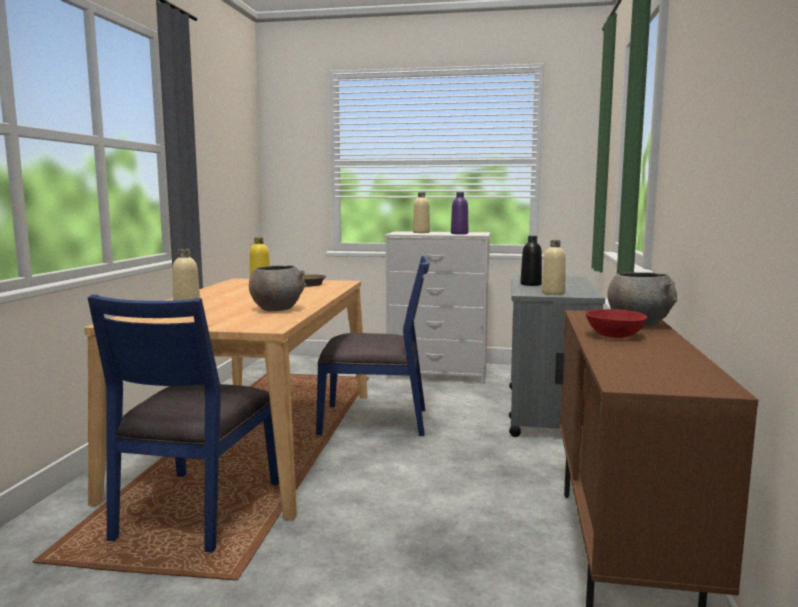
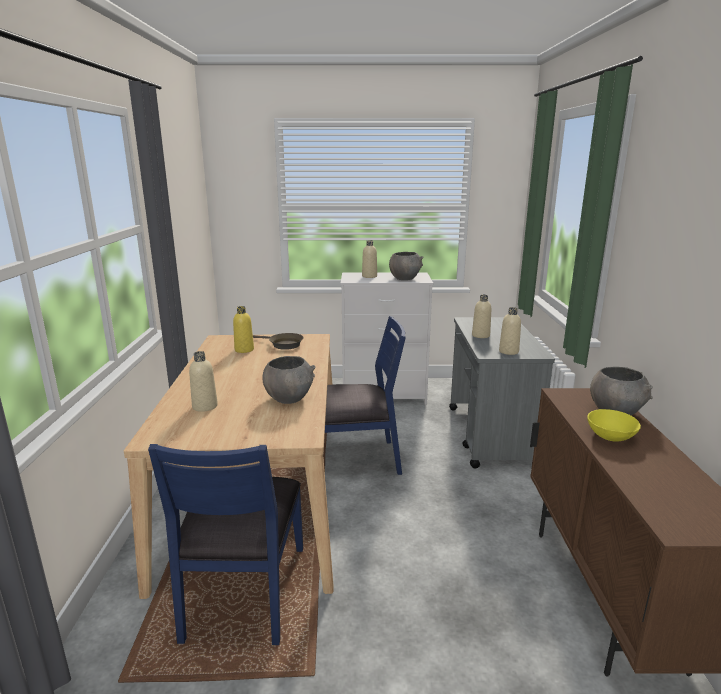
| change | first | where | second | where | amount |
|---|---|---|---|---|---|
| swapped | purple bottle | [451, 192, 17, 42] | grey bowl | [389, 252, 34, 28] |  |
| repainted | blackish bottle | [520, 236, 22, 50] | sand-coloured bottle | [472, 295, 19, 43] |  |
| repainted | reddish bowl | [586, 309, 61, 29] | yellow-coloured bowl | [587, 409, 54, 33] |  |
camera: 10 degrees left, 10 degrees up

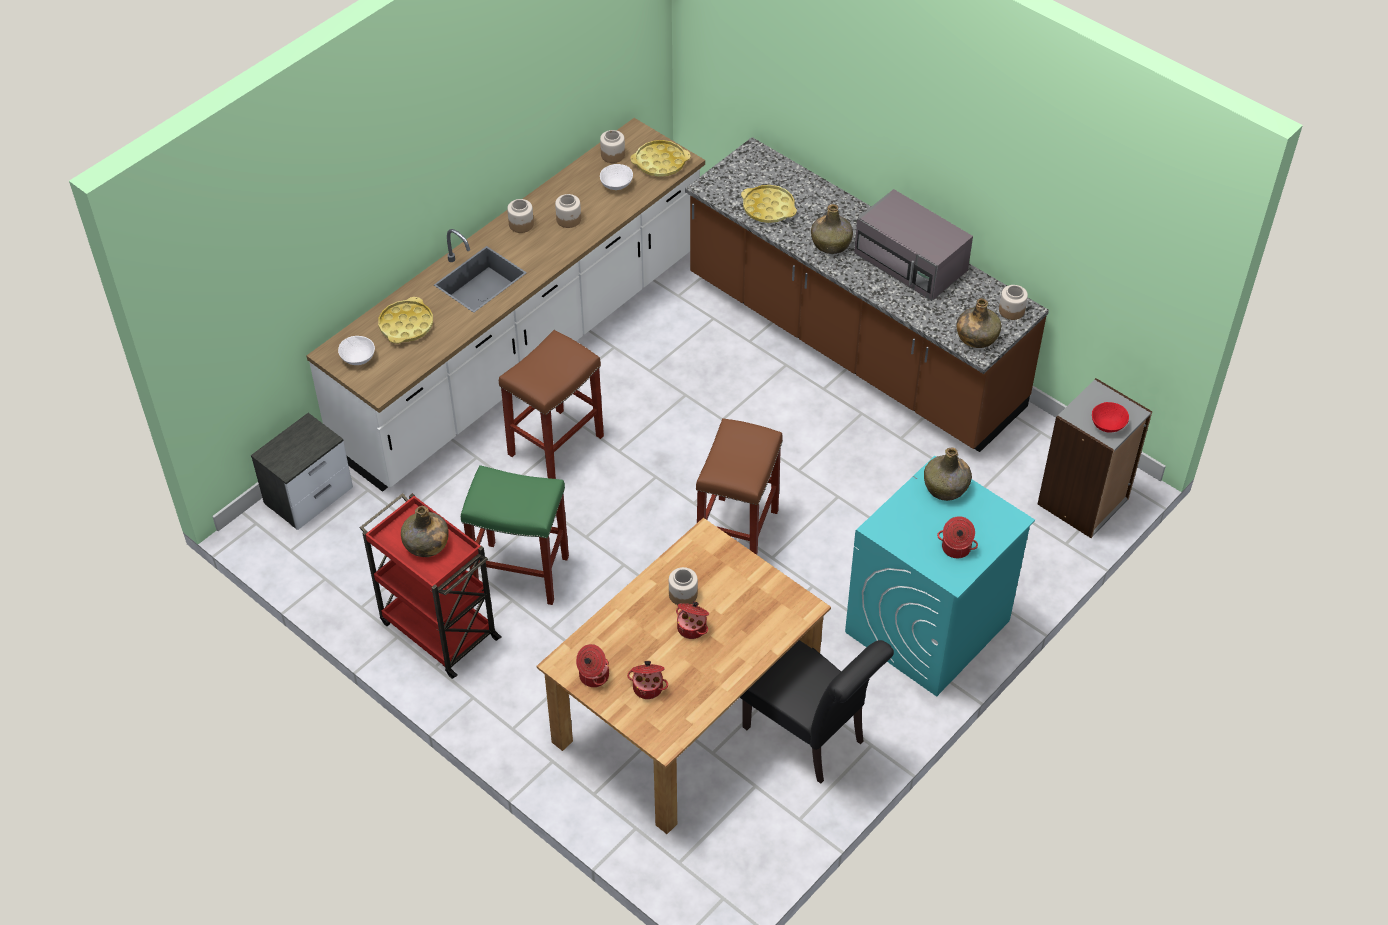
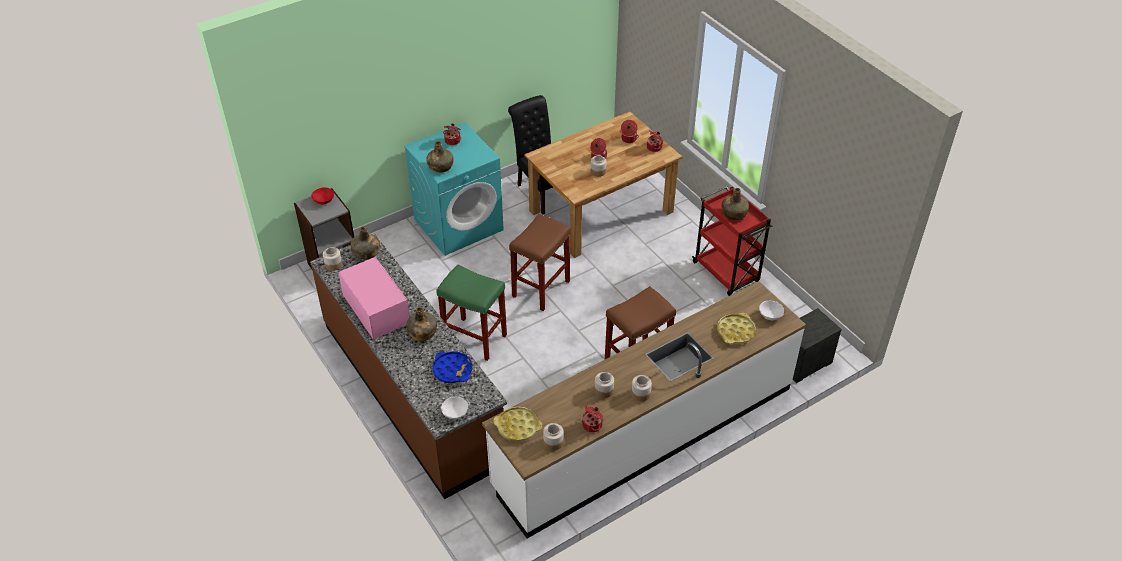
| change | first | where | second | where | amount |
|---|---|---|---|---|---|
| new |  |  | cooking pot | [582, 406, 22, 26] |  |
| shifted | green-coloured stool seat | [461, 465, 108, 140] |  | [436, 265, 71, 96] |  |
| shifted | white bowl | [600, 164, 33, 26] |  | [441, 397, 27, 23] |  |
| repainted | yellow-coloured tray | [741, 185, 56, 38] | blue tray | [433, 351, 39, 32] |  |
| repainted | grey microwave | [854, 189, 119, 112] | pinkish microwave | [338, 257, 72, 83] |  |
camera: 165 degrees left, 5 degrees down

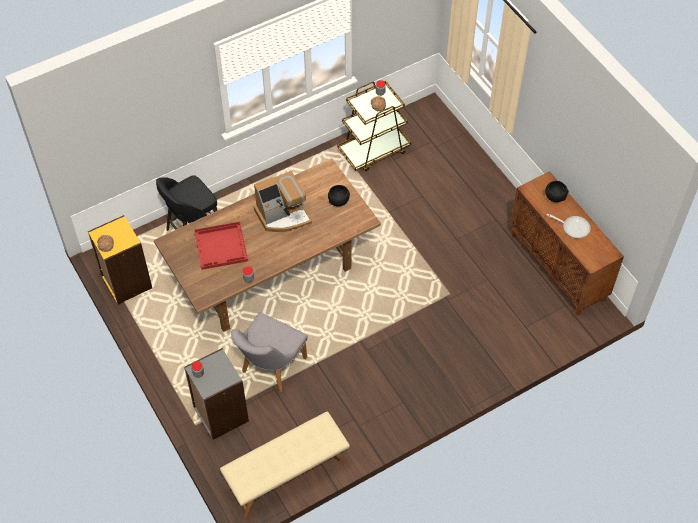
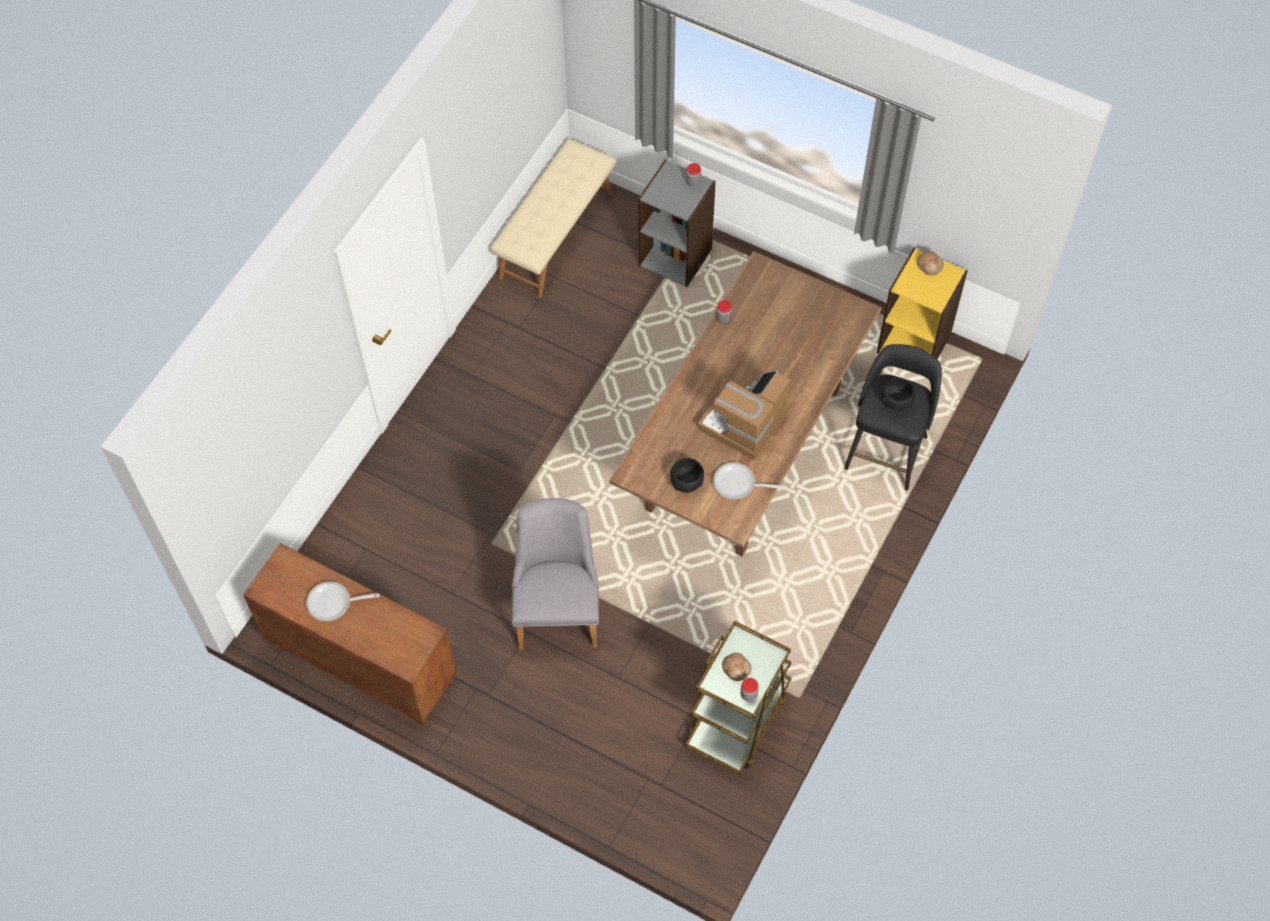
| change | first | where | second | where | amount |
|---|---|---|---|---|---|
| gone | reddish tray | [194, 221, 54, 49] |  |  |  |
| new |  |  | frying pan | [713, 462, 71, 37] |  |
| shifted | grey chair | [231, 312, 77, 80] |  | [512, 498, 87, 152] |  |
| shifted | blackish bowl | [545, 181, 24, 21] |  | [880, 378, 36, 32] |  |
camera: 150 degrees right, 5 degrees up

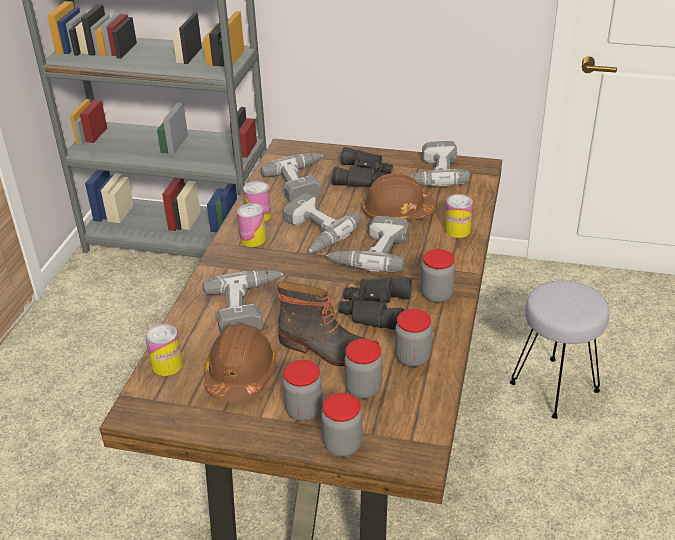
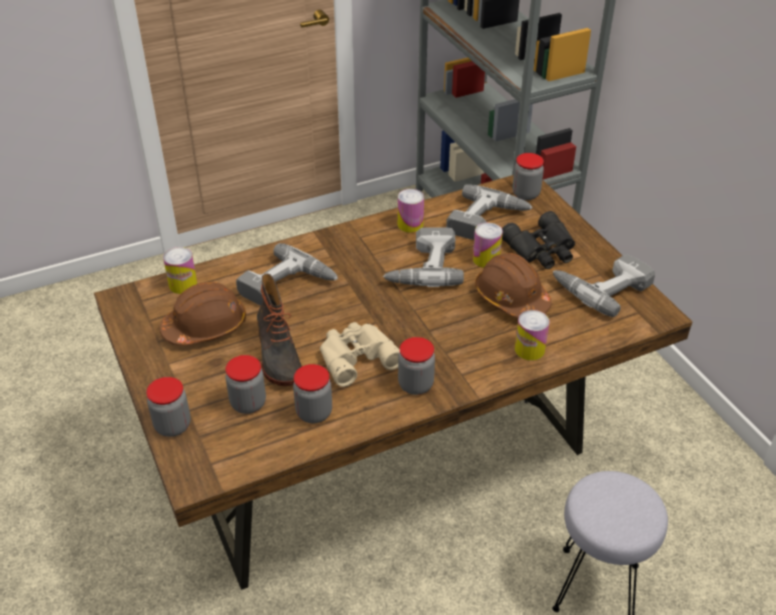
| change | first | where | second | where | amount |
|---|---|---|---|---|---|
| gone | electric drill | [326, 216, 83, 56] |  |  |  |
| shifted | metal can | [237, 203, 29, 44] |  | [473, 223, 30, 45] |  |
| shifted | jar | [283, 360, 40, 61] |  | [513, 153, 31, 47] |  |
| repainted | blackish field glasses | [339, 278, 73, 52] | sand-coloured field glasses | [320, 322, 80, 65] |  |
camera: 50 degrees right, 5 degrees up

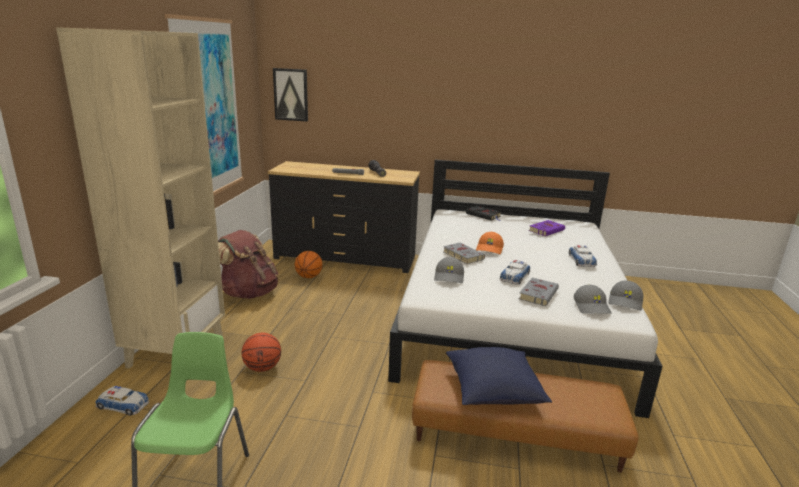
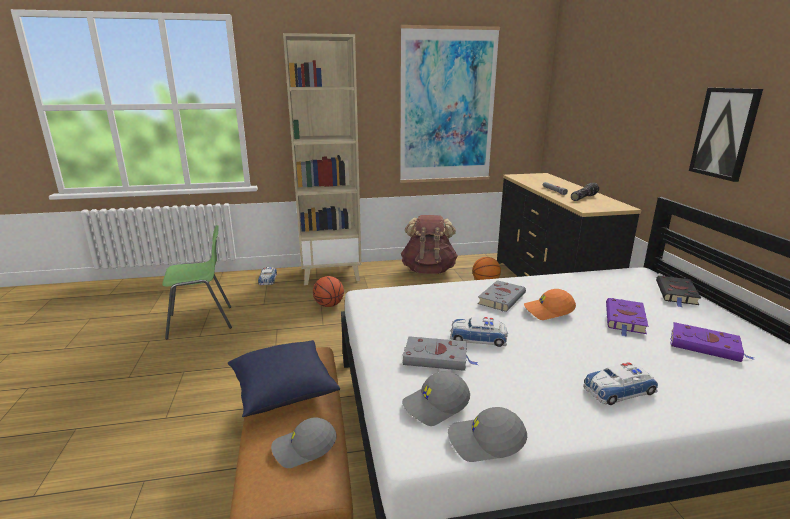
| change | first | where | second | where | amount |
|---|---|---|---|---|---|
| new |  |  | purple volume | [606, 298, 42, 39] |  |
| shifted | wall picture | [273, 68, 35, 53] |  | [689, 88, 74, 94] |  |
| shifted | grey cap | [434, 257, 30, 26] |  | [271, 417, 66, 51] |  |
camera: 70 degrees right, 0 degrees up

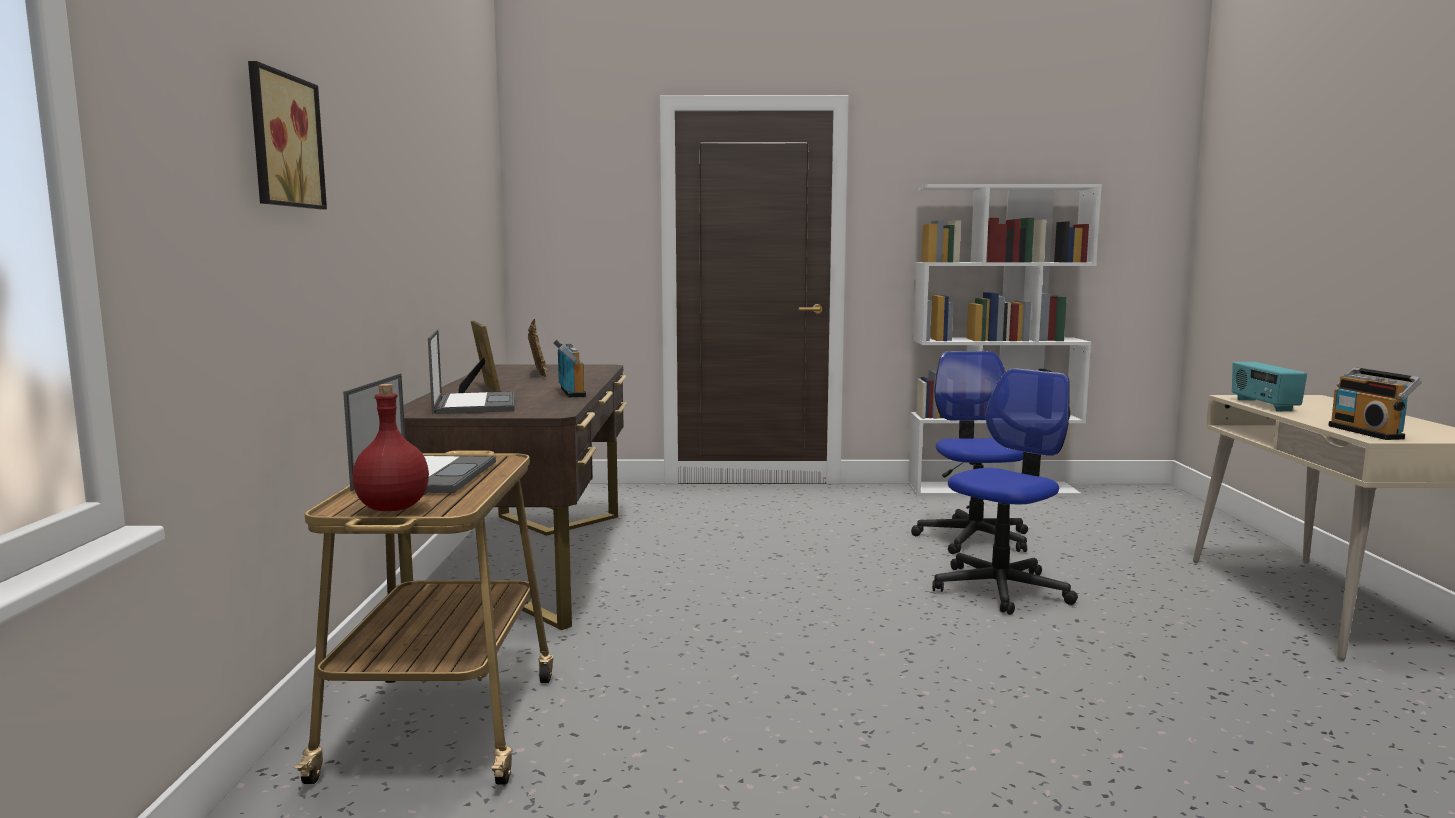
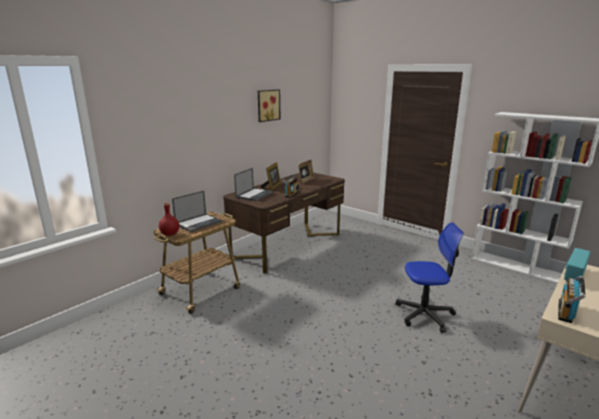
| change | first | where | second | where | amount |
|---|---|---|---|---|---|
| gone | office chair | [911, 351, 117, 203] |  |  |  |
| shifted | wall picture | [248, 61, 79, 148] |  | [258, 89, 23, 33] |  |
camera: 40 degrees right, 10 degrees up

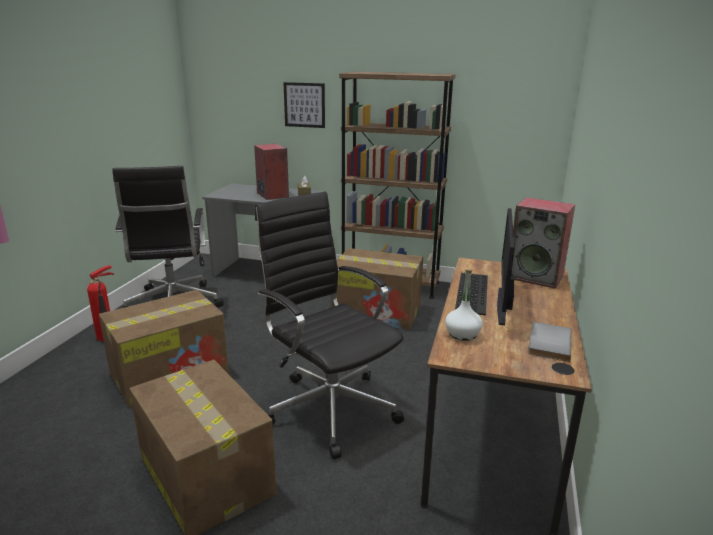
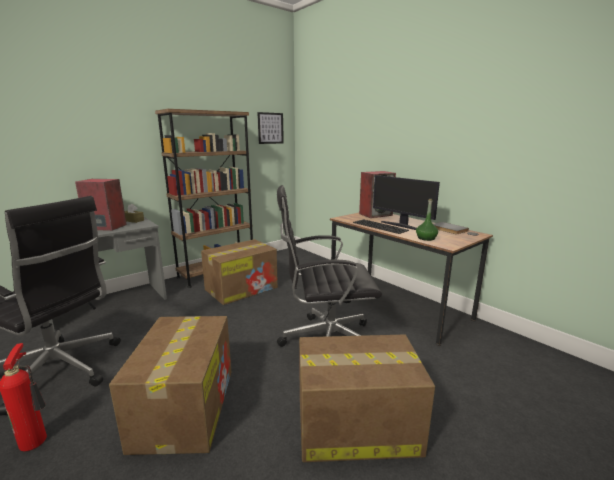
| change | first | where | second | where | amount |
|---|---|---|---|---|---|
| shifted | wall picture | [283, 82, 42, 46] |  | [257, 112, 27, 32] |  |
| repainted | white bottle | [445, 269, 38, 72] | green-coloured bottle | [416, 199, 22, 42] |  |
camera: 55 degrees left, 5 degrees down

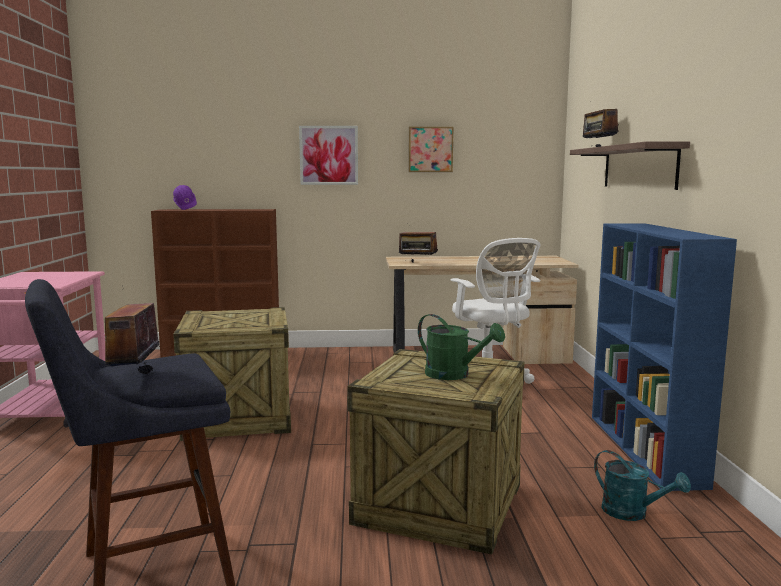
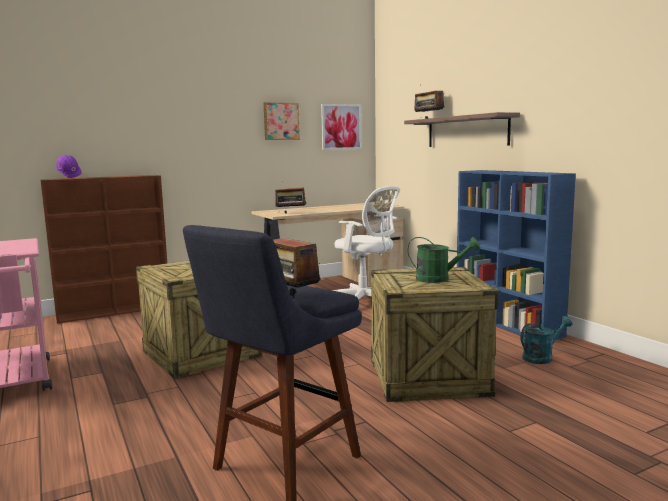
| change | first | where | second | where | amount |
|---|---|---|---|---|---|
| shifted | wall picture | [299, 126, 59, 59] |  | [321, 104, 41, 46] |  |
| rotated | turquoise-coloured watering pot | [594, 450, 97, 71] |  | [520, 316, 52, 48] | 45 degrees counterclockwise |
camera: 25 degrees left, 0 degrees up

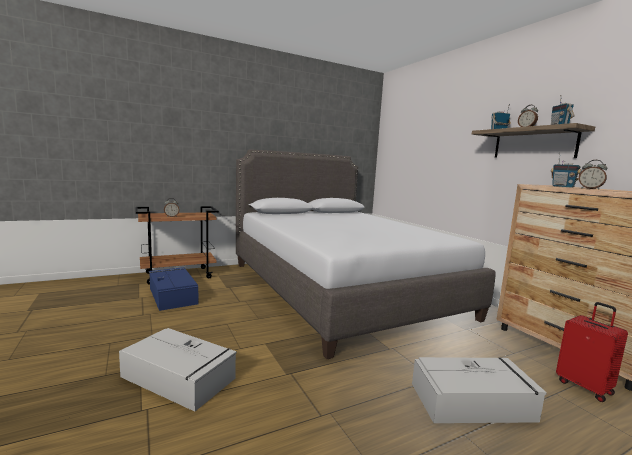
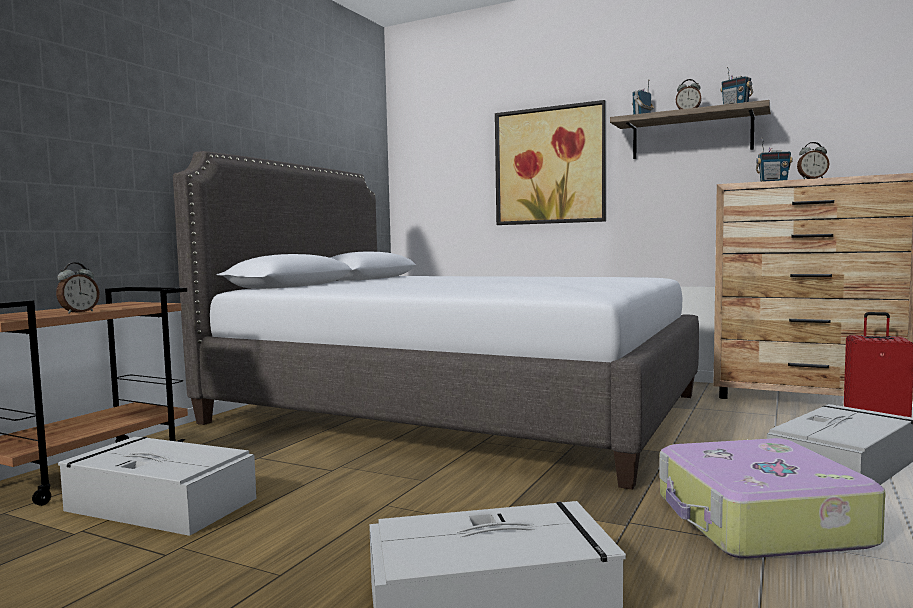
| change | first | where | second | where | amount |
|---|---|---|---|---|---|
| new |  |  | wall picture | [495, 100, 111, 125] |  |
| new |  |  | piece of luggage | [659, 438, 226, 121] |  |
| repainted | blue storage container | [149, 267, 49, 44] | grey storage container | [58, 436, 199, 100] |  |
camera: 35 degrees left, 5 degrees down

